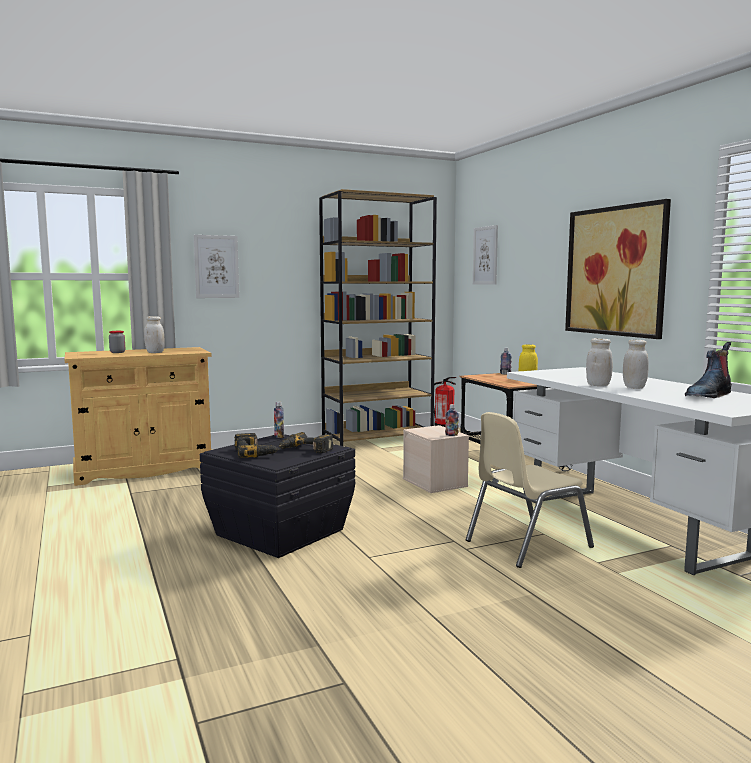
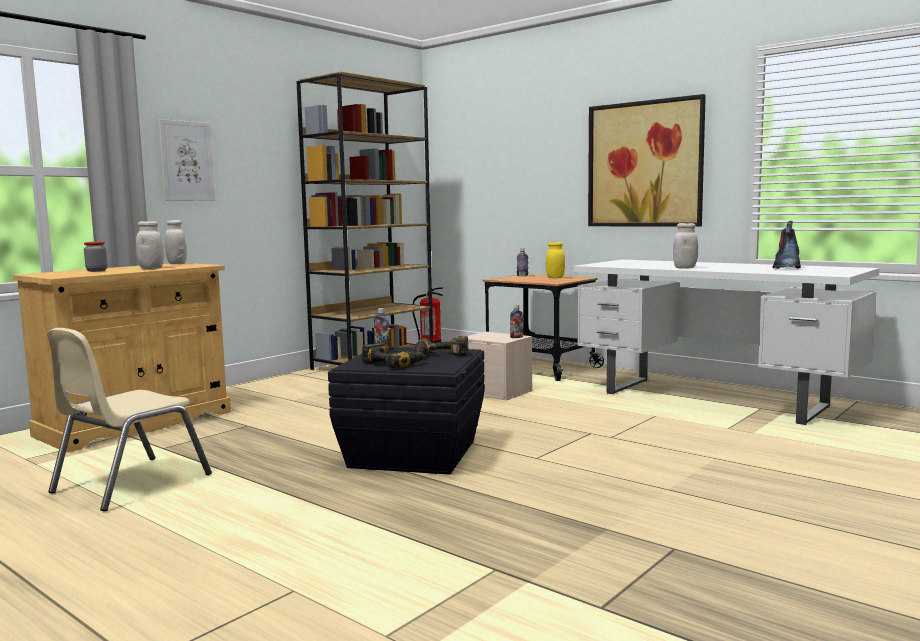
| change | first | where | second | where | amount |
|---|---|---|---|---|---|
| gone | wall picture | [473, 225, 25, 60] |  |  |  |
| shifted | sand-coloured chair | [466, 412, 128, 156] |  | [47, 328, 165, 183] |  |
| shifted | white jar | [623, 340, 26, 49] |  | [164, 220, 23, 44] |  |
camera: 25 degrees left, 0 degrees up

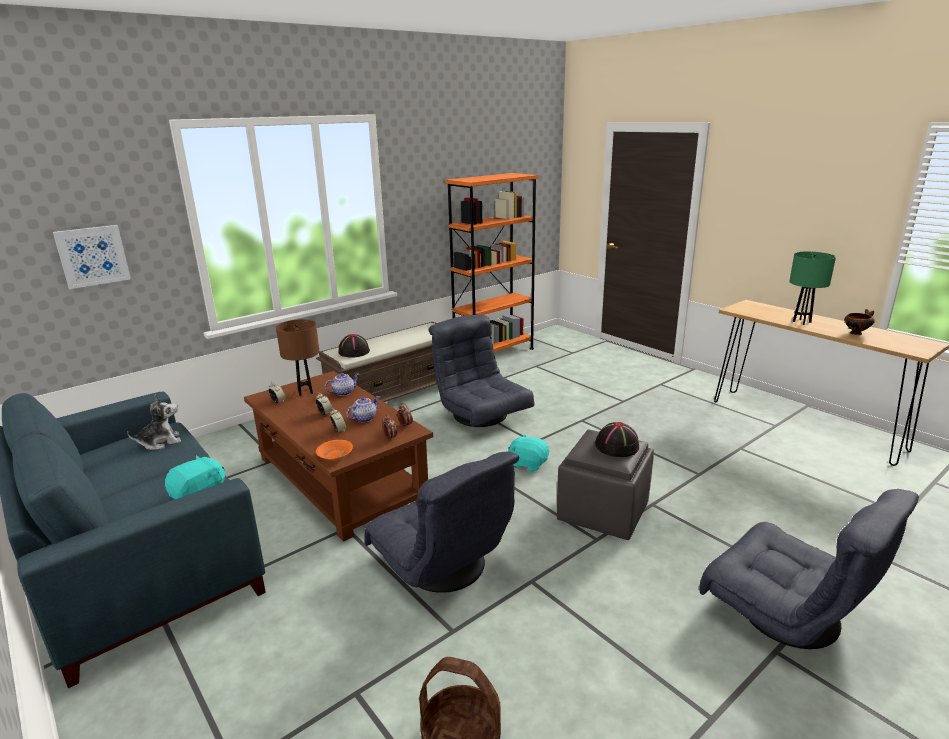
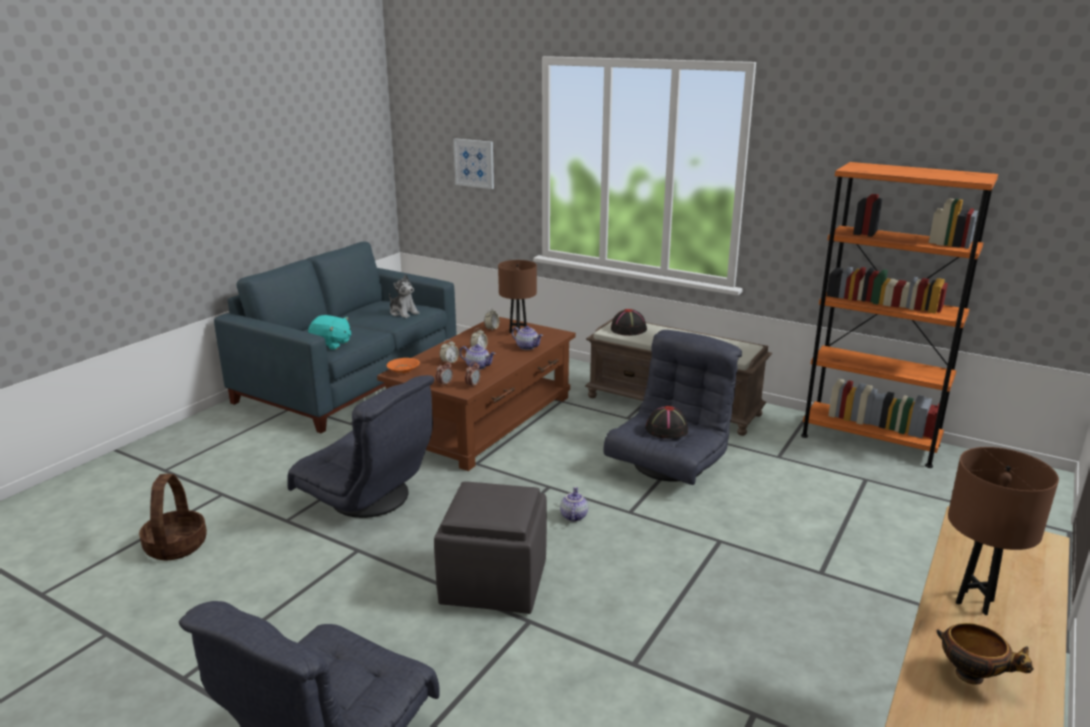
| change | first | where | second | where | amount |
|---|---|---|---|---|---|
| shifted | blackish wearable hat | [595, 422, 44, 35] |  | [645, 406, 43, 33] |  |
| swapped | turquoise-coloured cuddly toy | [508, 435, 41, 37] | teapot | [560, 487, 28, 35] |  |
| repainted | green-coloured table lamp | [789, 251, 47, 74] | brown-coloured table lamp | [948, 447, 111, 168] |  |
| rotated | grey lounge chair | [364, 452, 155, 141] |  | [287, 375, 148, 143] | 90 degrees counterclockwise |
camera: 70 degrees right, 0 degrees up

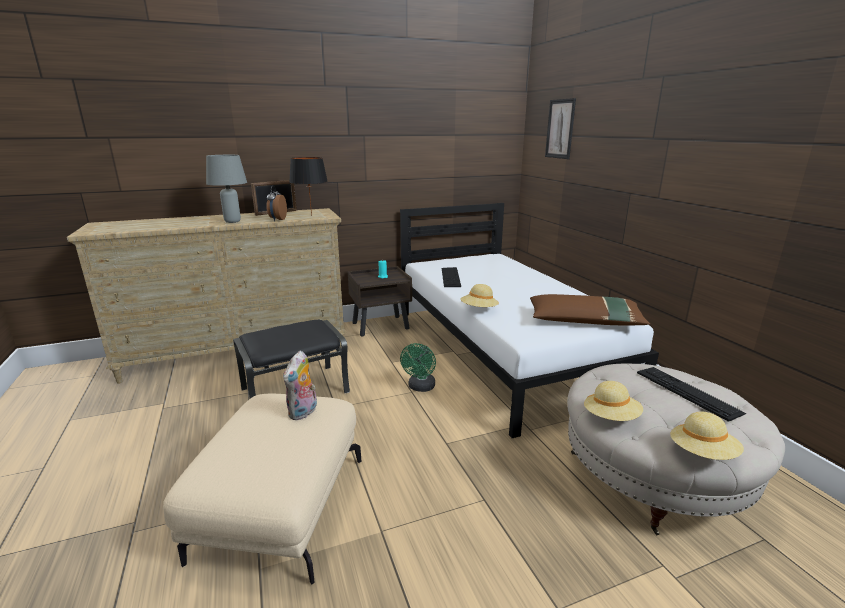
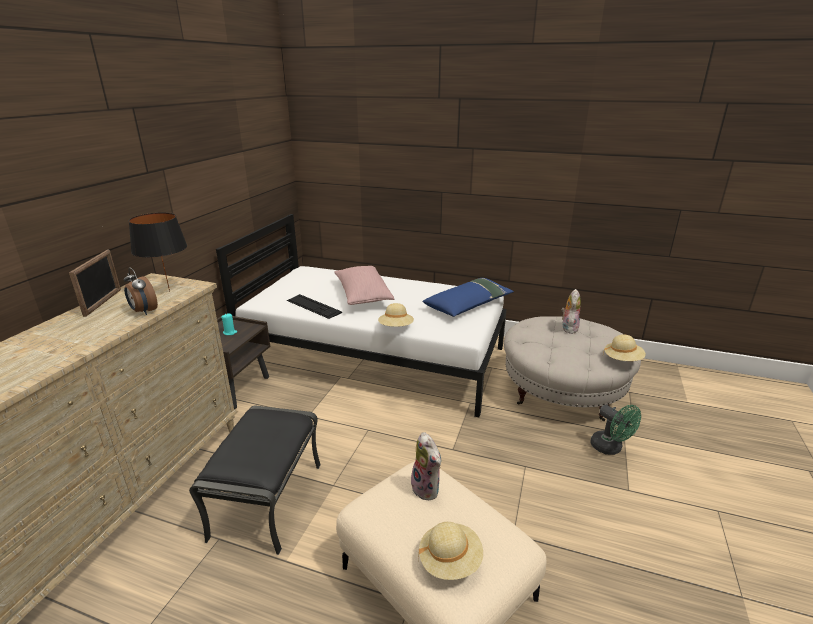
| change | first | where | second | where | amount |
|---|---|---|---|---|---|
| gone | grey table lamp | [206, 155, 41, 68] |  |  |  |
| gone | wall picture | [545, 98, 31, 61] |  |  |  |
| new |  |  | pinkish throw pillow | [334, 266, 60, 39] |  |
| shifted | green-coloured fan | [400, 343, 36, 49] |  | [590, 405, 51, 50] |  |
| shifted | sand-coloured wearable hat | [584, 381, 59, 40] |  | [418, 522, 65, 58] |  |
| swapped | keyboard | [637, 367, 109, 55] | cuddly toy | [562, 289, 19, 45] |  |
| repainted | brown-coloured throw pillow | [530, 294, 120, 31] | blue throw pillow | [422, 278, 92, 39] |  |
camera: 50 degrees left, 5 degrees up

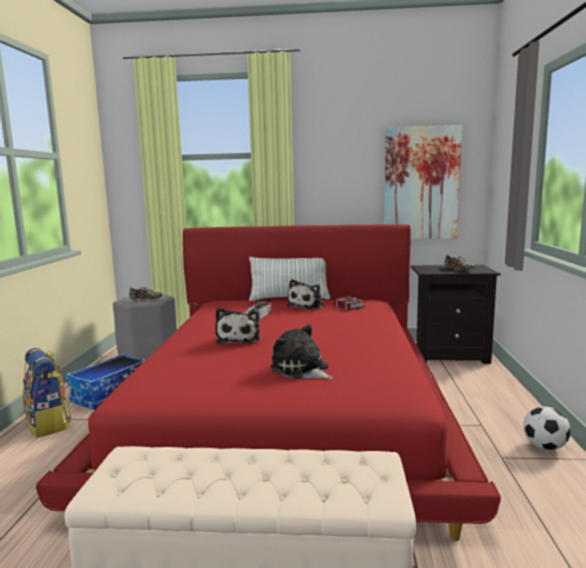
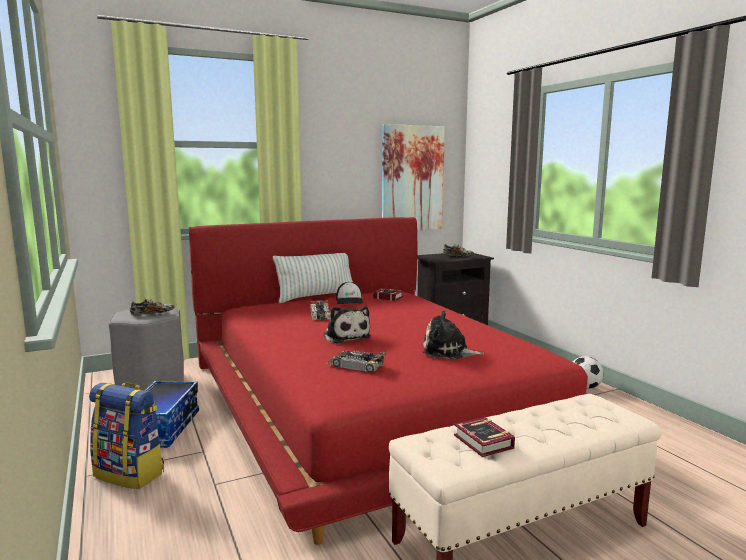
| change | first | where | second | where | amount |
|---|---|---|---|---|---|
| new |  |  | miniature car | [328, 351, 58, 22] |  |
| new |  |  | volume | [454, 417, 61, 40] |  |
| swapped | cuddly toy | [287, 279, 37, 30] | cap | [336, 282, 27, 22] |  |
camera: 30 degrees left, 0 degrees up

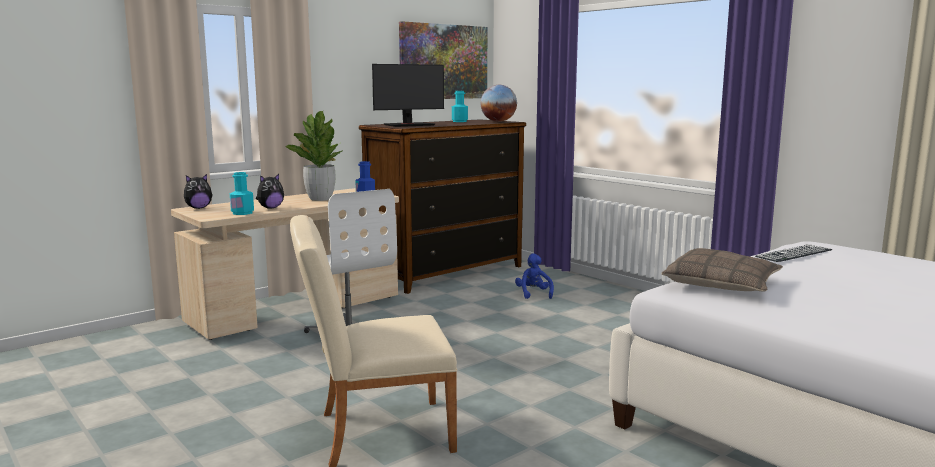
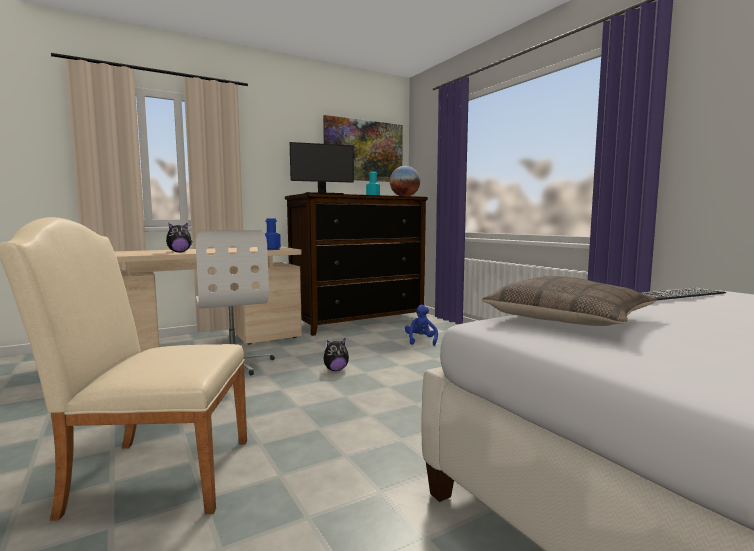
| change | first | where | second | where | amount |
|---|---|---|---|---|---|
| gone | turquoise-coloured bottle | [230, 172, 24, 43] |  |  |  |
| gone | plant in a pot | [285, 111, 58, 90] |  |  |  |
| shifted | cuddly toy | [184, 174, 28, 35] |  | [324, 339, 25, 32] |  |
camera: 10 degrees right, 5 degrees down

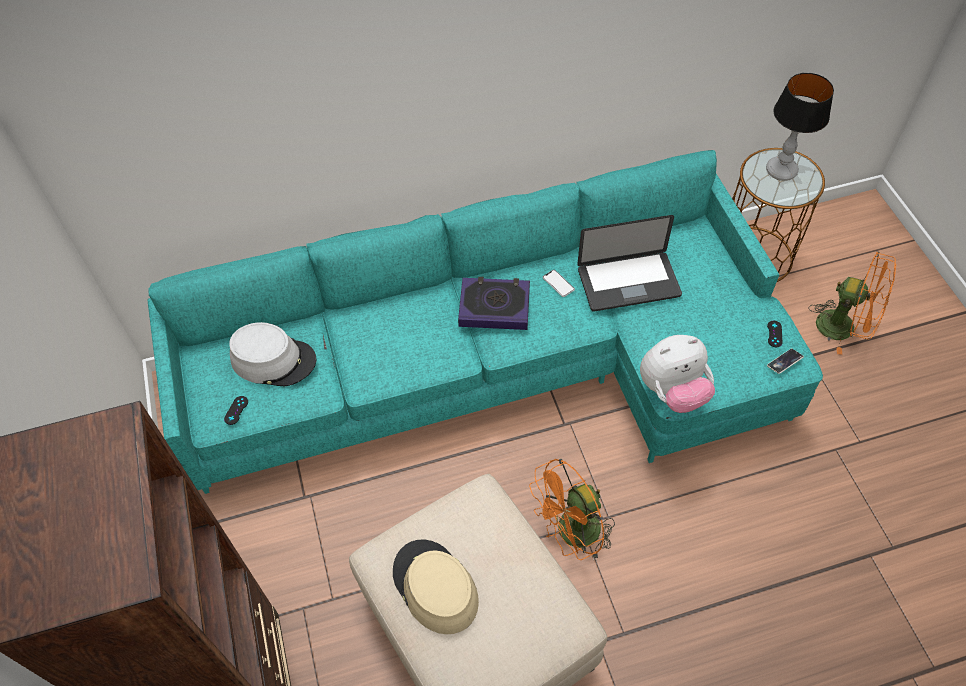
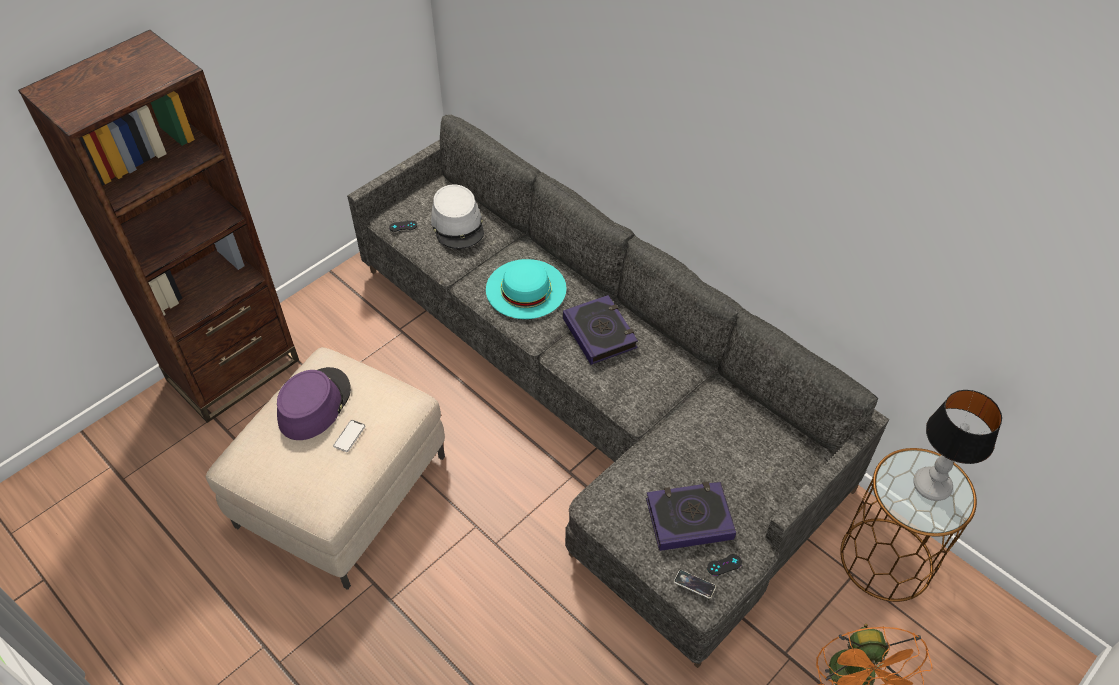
| change | first | where | second | where | amount |
|---|---|---|---|---|---|
| gone | orange-coloured fan | [529, 459, 86, 102] |  |  |  |
| gone | notebook computer | [577, 215, 105, 97] |  |  |  |
| gone | cuddly toy | [640, 335, 75, 78] |  |  |  |
| new |  |  | turquoise-coloured wearable hat | [486, 259, 81, 60] |  |
| new |  |  | volume | [646, 482, 90, 69] |  |
| shifted | handset | [543, 270, 32, 27] |  | [333, 420, 32, 32] |  |
| repainted | turquoise-coloured couch | [147, 150, 676, 344] | grey couch | [347, 115, 542, 553] |  |
| repainted | sand-coloured wearable hat | [393, 540, 86, 94] | purple wearable hat | [277, 367, 74, 73] |  |
camera: 60 degrees right, 5 degrees down

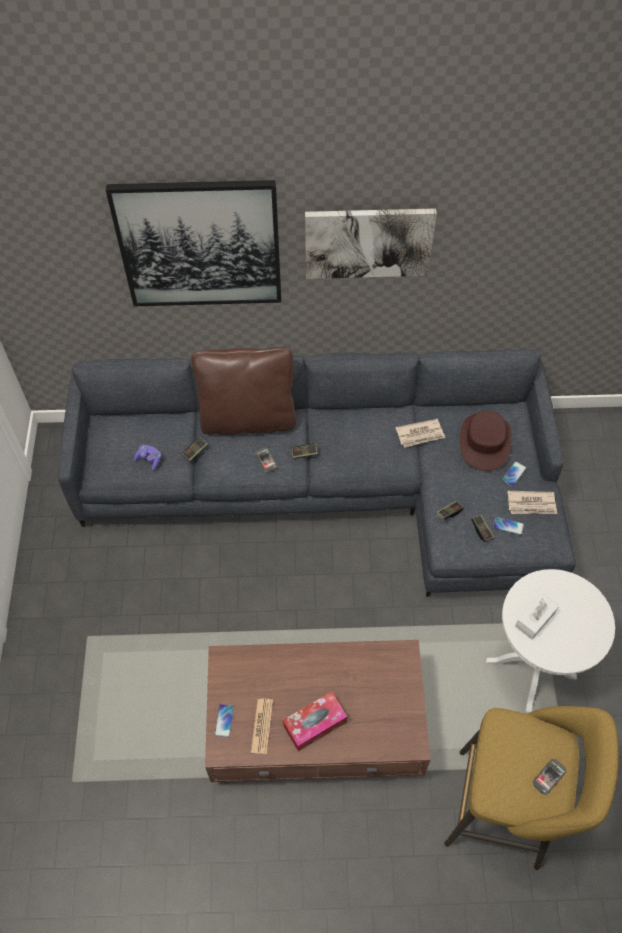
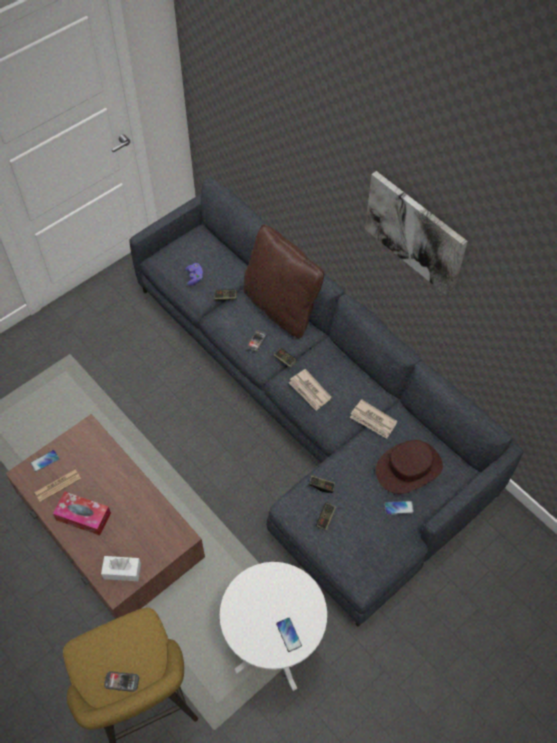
| change | first | where | second | where | amount |
|---|---|---|---|---|---|
| gone | wall picture | [106, 180, 175, 126] |  |  |  |
| shifted | handset | [493, 517, 31, 18] |  | [276, 618, 26, 34] |  |
| shifted | newspaper | [507, 491, 50, 23] |  | [289, 369, 43, 42] |  |
| shifted | white tissue holder | [515, 593, 44, 47] |  | [101, 556, 40, 25] |  |
camera: 50 degrees right, 0 degrees up

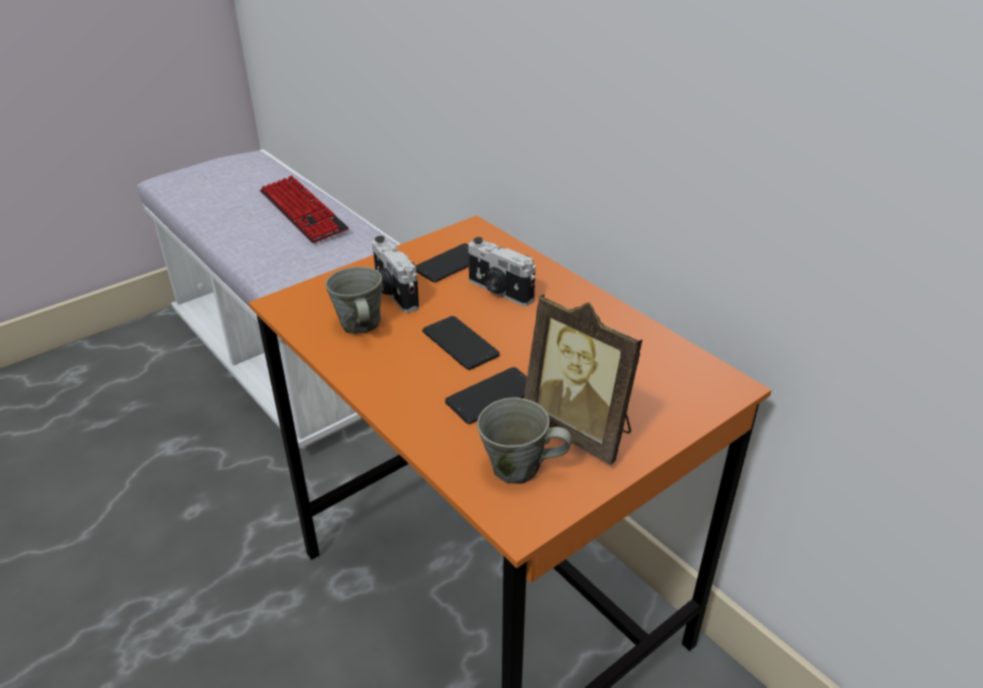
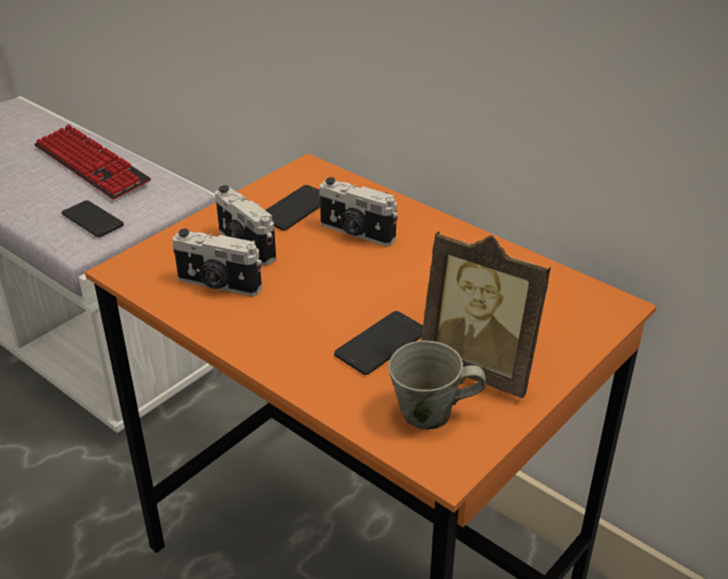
| change | first | where | second | where | amount |
|---|---|---|---|---|---|
| shifted | handset | [422, 316, 78, 54] |  | [61, 200, 63, 37] |  |
| swapped | grey tea mug | [325, 267, 57, 67] | photo camera | [172, 229, 90, 67] |  |
camera: 10 degrees left, 0 degrees up

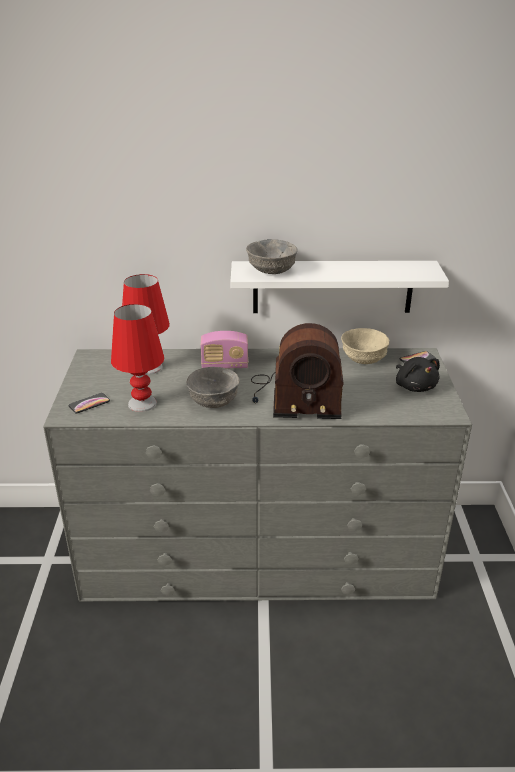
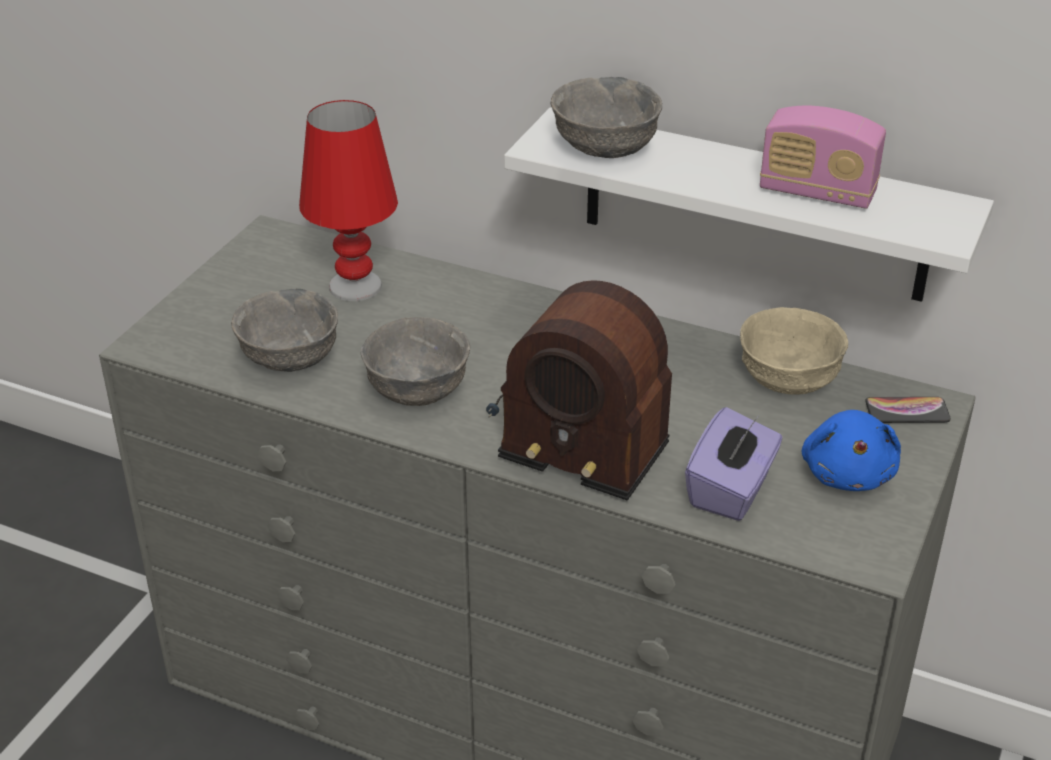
| change | first | where | second | where | amount |
|---|---|---|---|---|---|
| gone | handset | [69, 393, 41, 20] |  |  |  |
| new |  |  | purple tissue holder | [685, 407, 97, 114] |  |
| shifted | radio | [201, 331, 47, 37] |  | [760, 105, 126, 104] |  |
| swapped | reddish table lamp | [111, 304, 53, 108] | grey bowl | [231, 289, 107, 83] |  |
| repainted | blackish cuddly toy | [396, 357, 44, 35] | blue cuddly toy | [802, 410, 99, 81] |  |
camera: 25 degrees right, 5 degrees up

